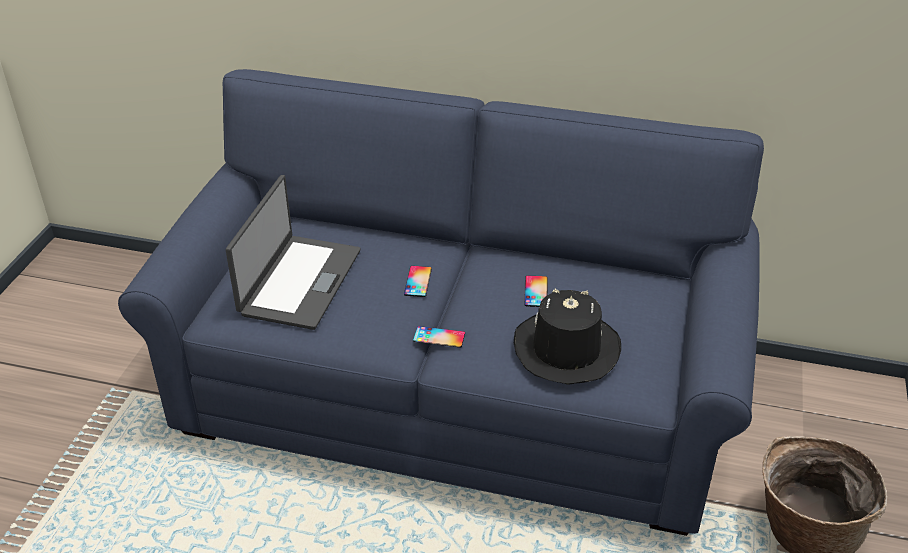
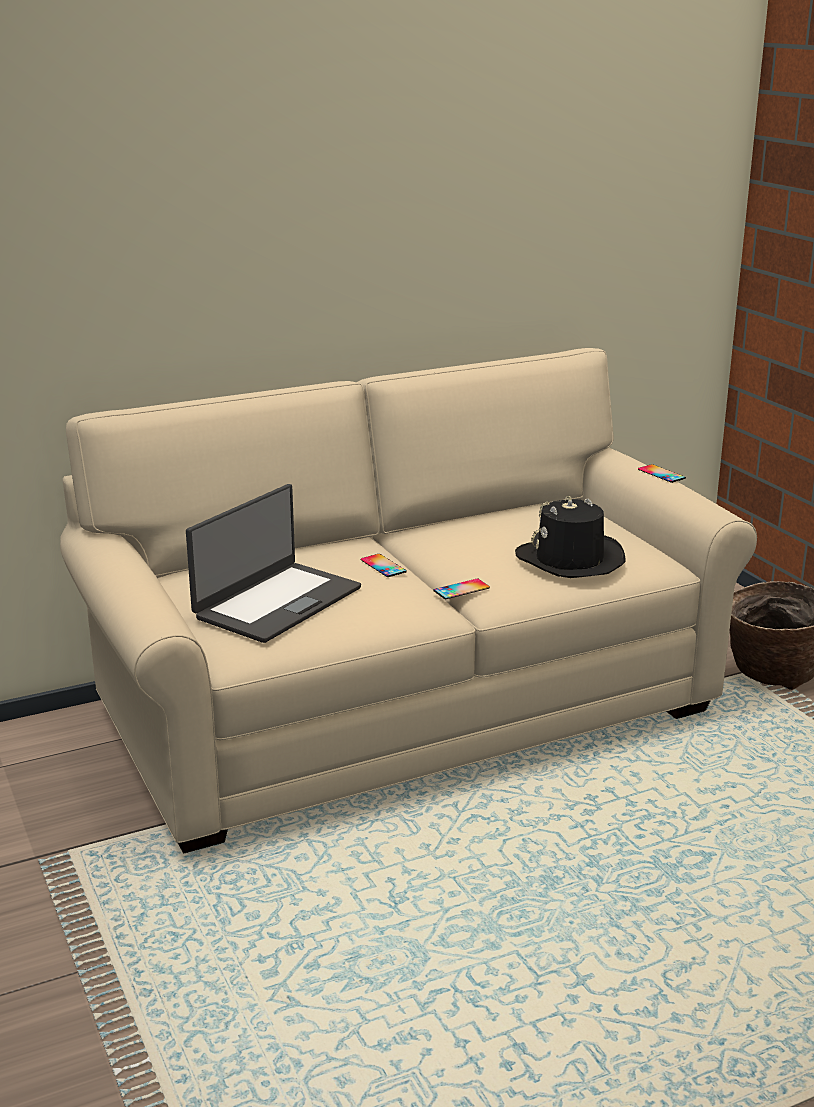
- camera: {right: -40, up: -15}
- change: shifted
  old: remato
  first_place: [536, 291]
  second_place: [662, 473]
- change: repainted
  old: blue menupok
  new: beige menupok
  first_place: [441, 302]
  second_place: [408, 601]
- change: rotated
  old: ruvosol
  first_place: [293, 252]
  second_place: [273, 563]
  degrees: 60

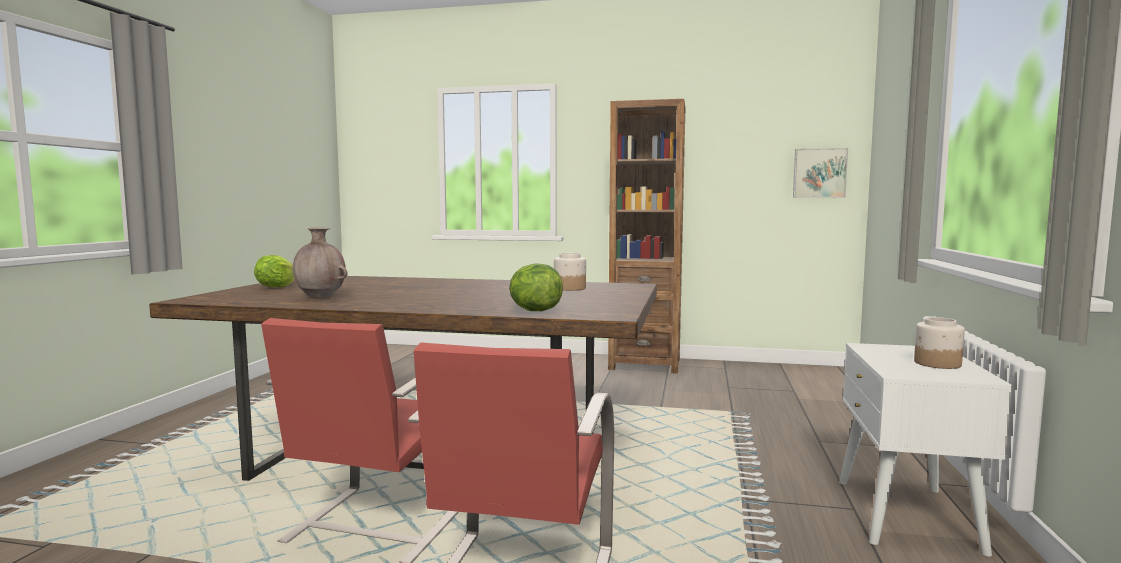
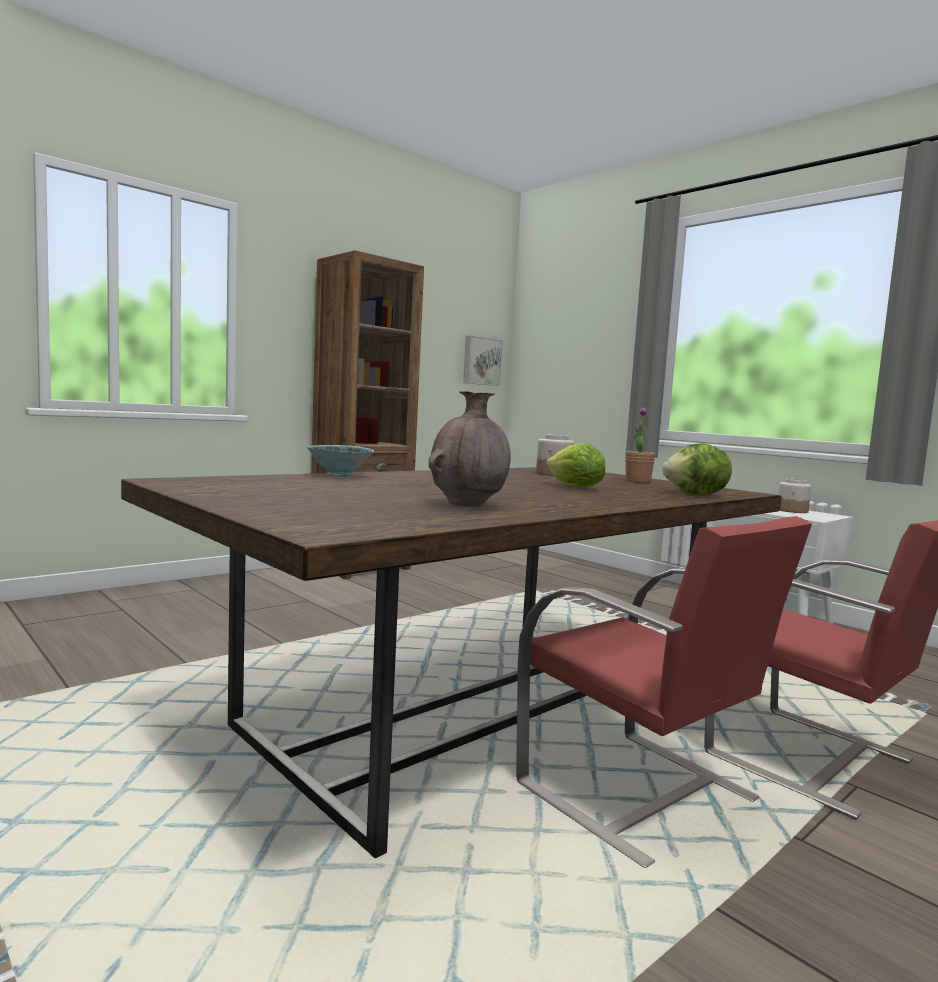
- camera: {right: -55, up: 0}
- change: new
  new: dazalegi
  second_place: [340, 461]
- change: new
  new: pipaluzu
  second_place: [640, 445]
- change: shifted
  old: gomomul
  first_place: [274, 271]
  second_place: [575, 465]

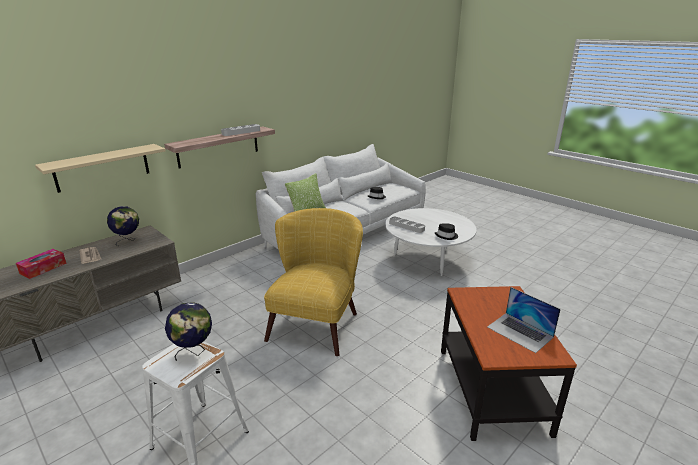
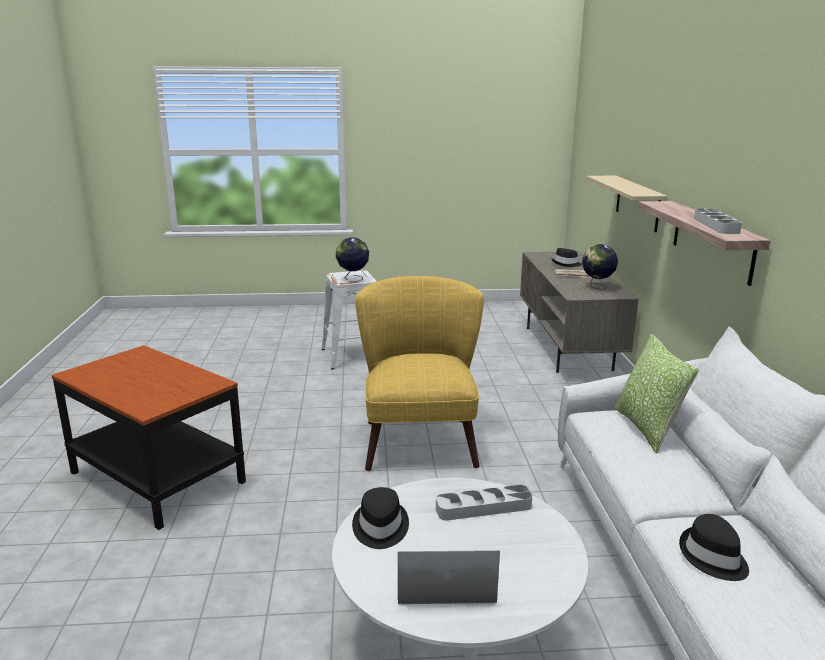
- camera: {right: 130, up: -5}
- change: shifted
  old: ruvosol
  first_place: [524, 320]
  second_place: [449, 577]
- change: swapped
  old: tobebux
  new: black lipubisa
  first_place: [41, 264]
  second_place: [567, 257]
- change: rotated
  old: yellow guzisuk
  first_place: [313, 282]
  second_place: [419, 373]
  degrees: -150

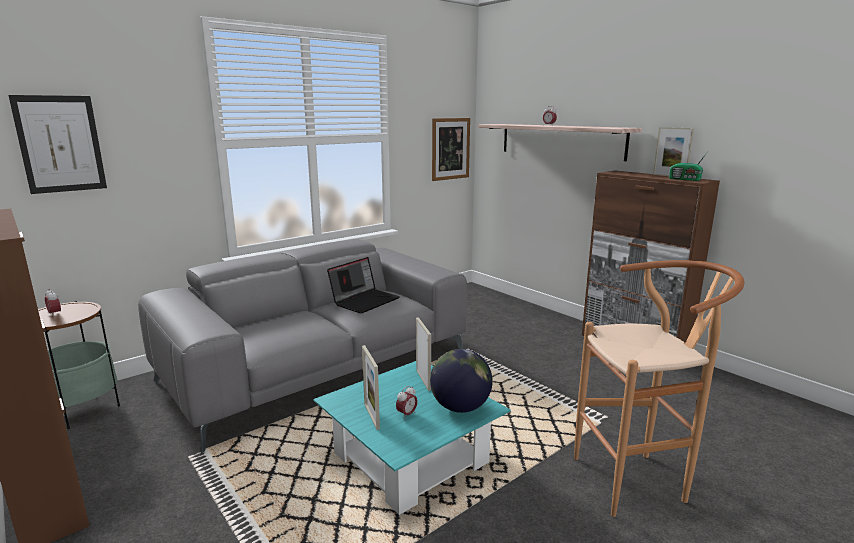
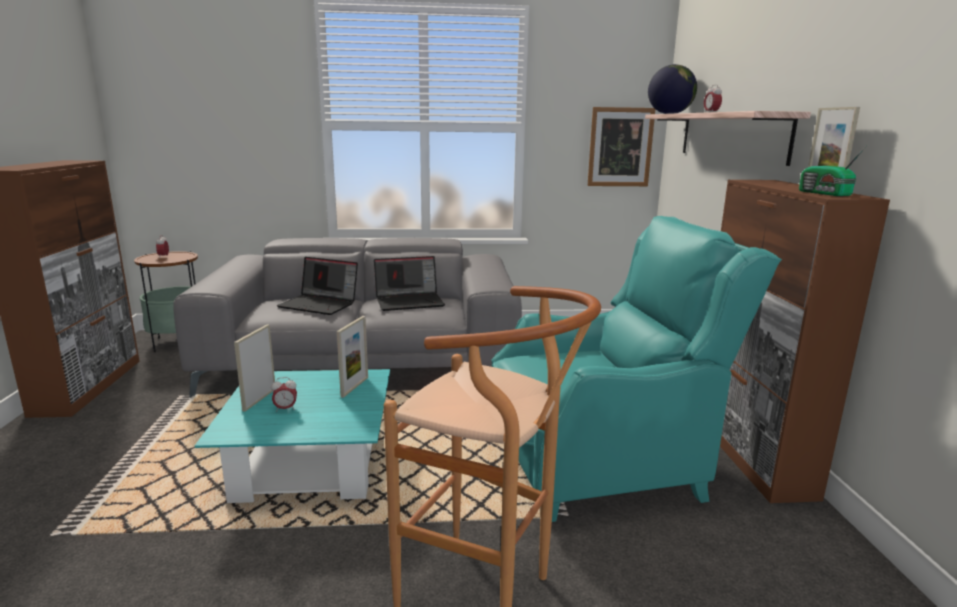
- camera: {right: 35, up: 0}
- change: gone
  old: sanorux
  first_place: [57, 144]
- change: new
  new: ruvosol
  second_place: [317, 286]
- change: new
  new: turquoise guzisuk
  second_place: [636, 369]
- change: shifted
  old: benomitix
  first_place: [461, 381]
  second_place: [672, 89]

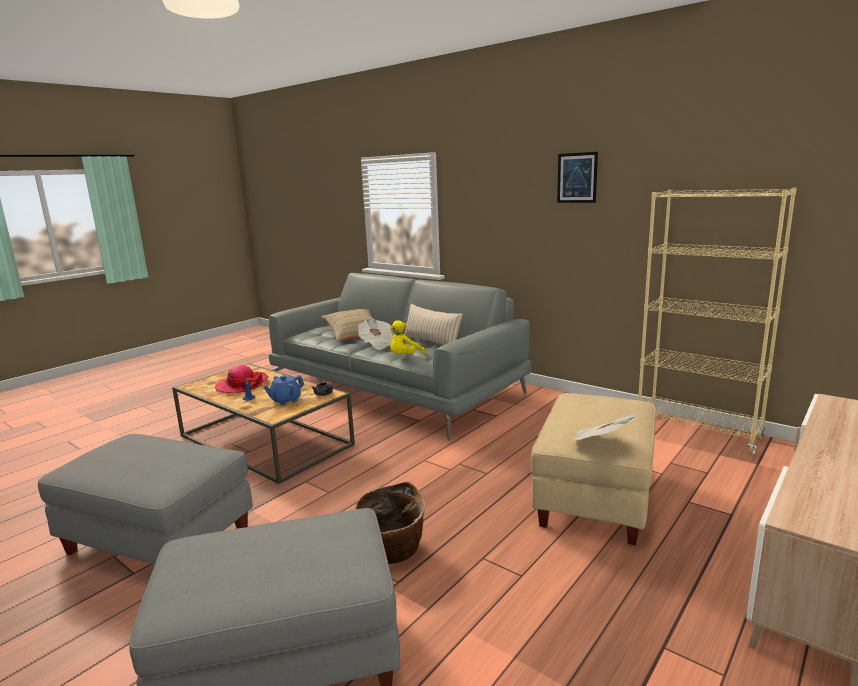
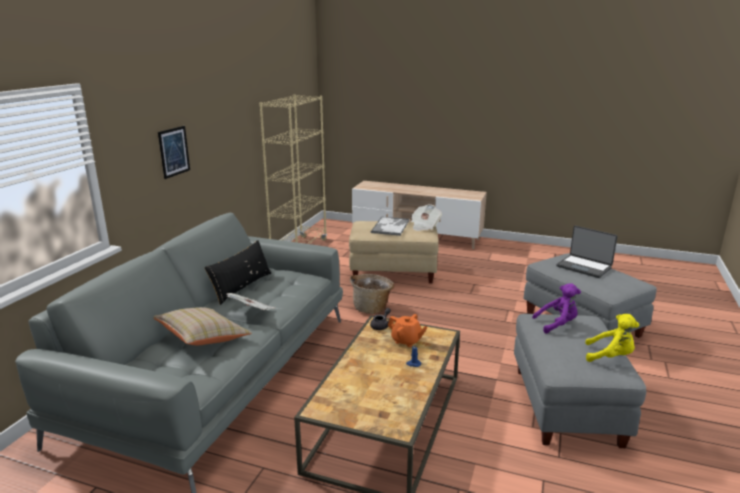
- camera: {right: -110, up: 5}
- change: gone
  old: lipubisa
  first_place: [242, 379]
- change: new
  new: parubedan
  second_place: [390, 226]
- change: new
  new: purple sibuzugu
  second_place: [556, 308]
- change: new
  new: ruvosol
  second_place: [587, 252]
- change: shifted
  old: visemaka
  first_place: [390, 523]
  second_place: [372, 294]
- change: shifted
  old: yellow sibuzugu
  first_place: [407, 337]
  second_place: [612, 338]
- change: shifted
  old: sanorux
  first_place: [577, 177]
  second_place: [174, 152]
- change: repainted
  old: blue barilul
  new: orange barilul
  first_place: [283, 390]
  second_place: [408, 330]
- change: repainted
  old: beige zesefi
  new: black zesefi
  first_place: [433, 324]
  second_place: [237, 272]

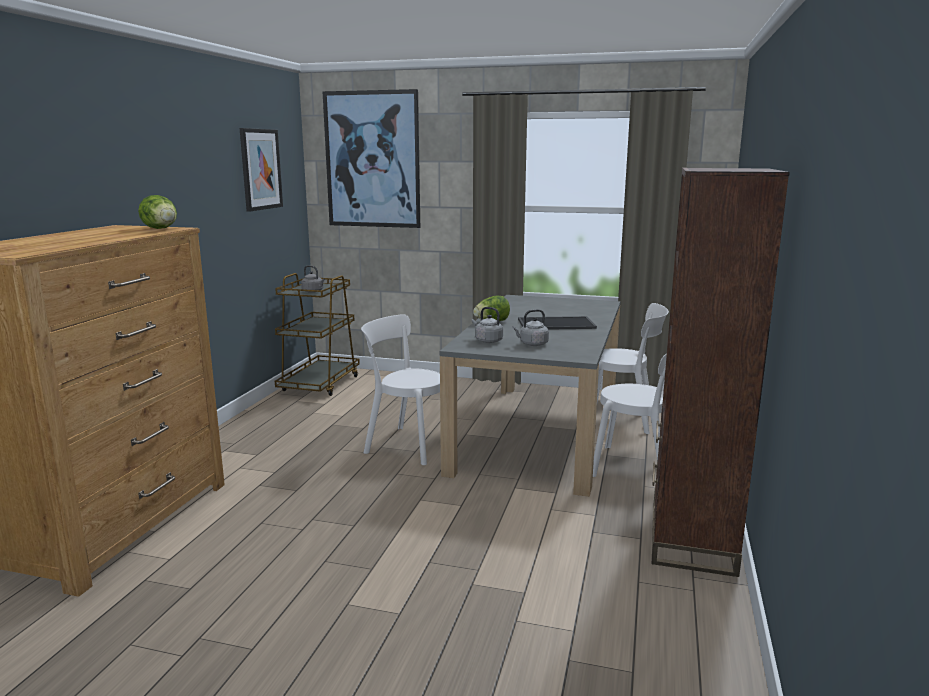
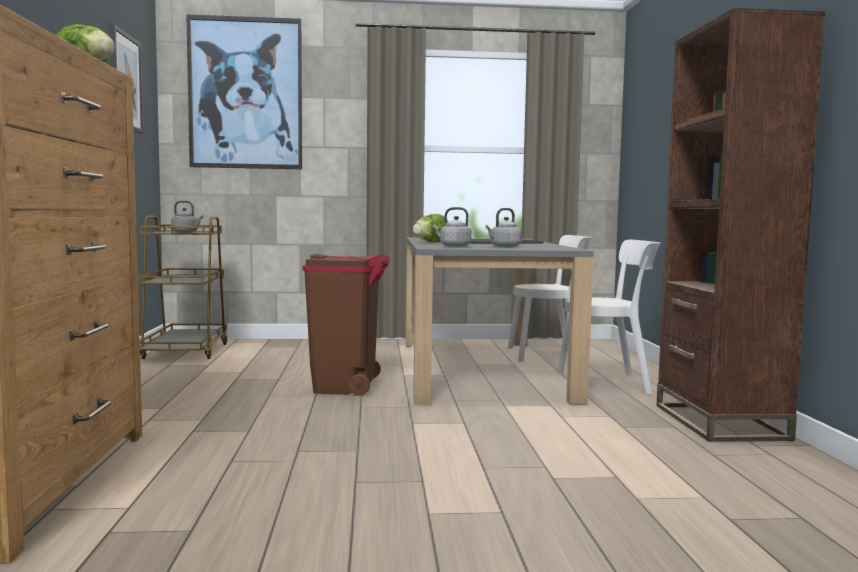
- camera: {right: -20, up: -10}
- change: swapped
  old: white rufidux
  new: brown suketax
  first_place: [400, 389]
  second_place: [346, 325]

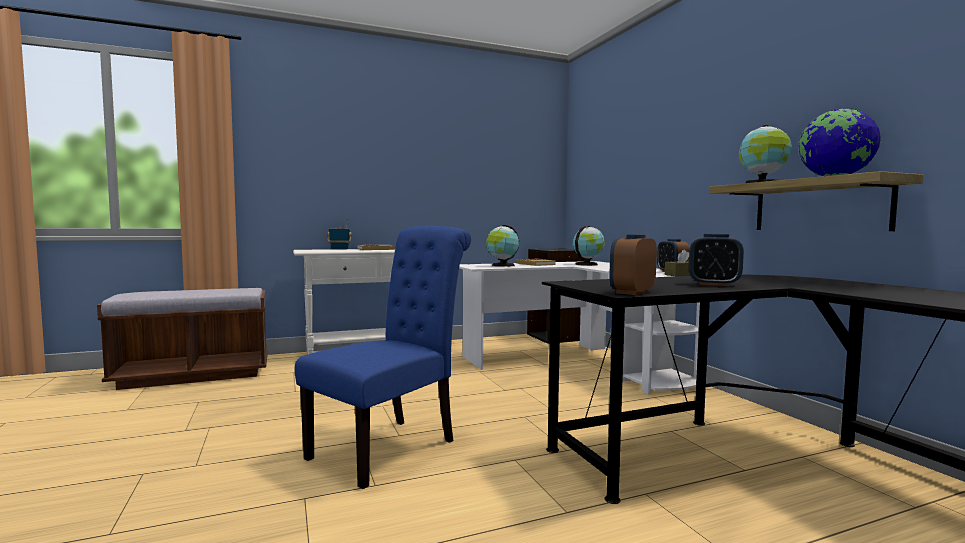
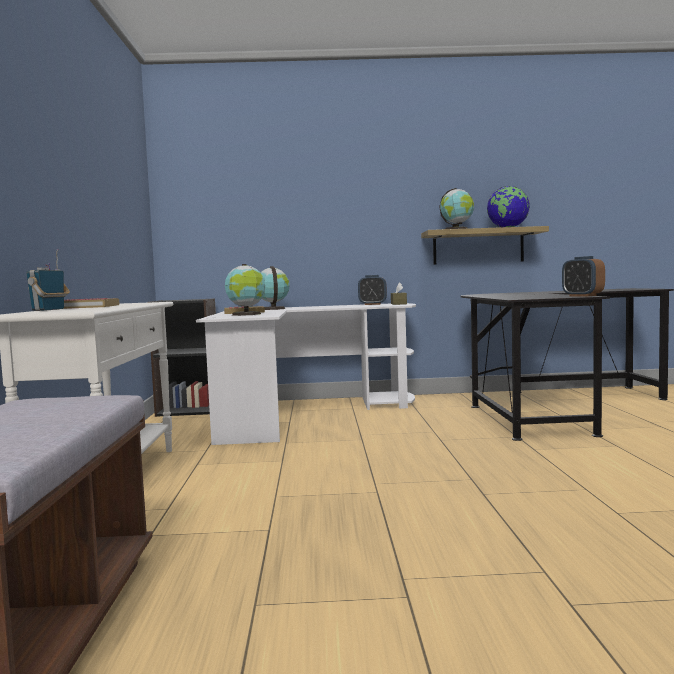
- camera: {right: -70, up: 0}
- change: gone
  old: blue rufidux
  first_place: [383, 357]
- change: gone
  old: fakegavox
  first_place: [716, 260]

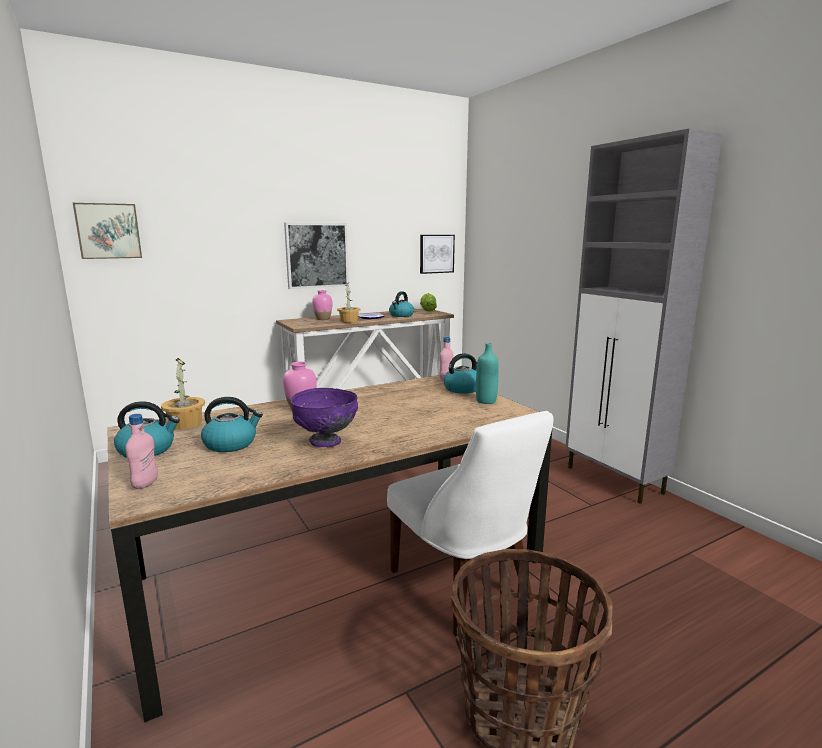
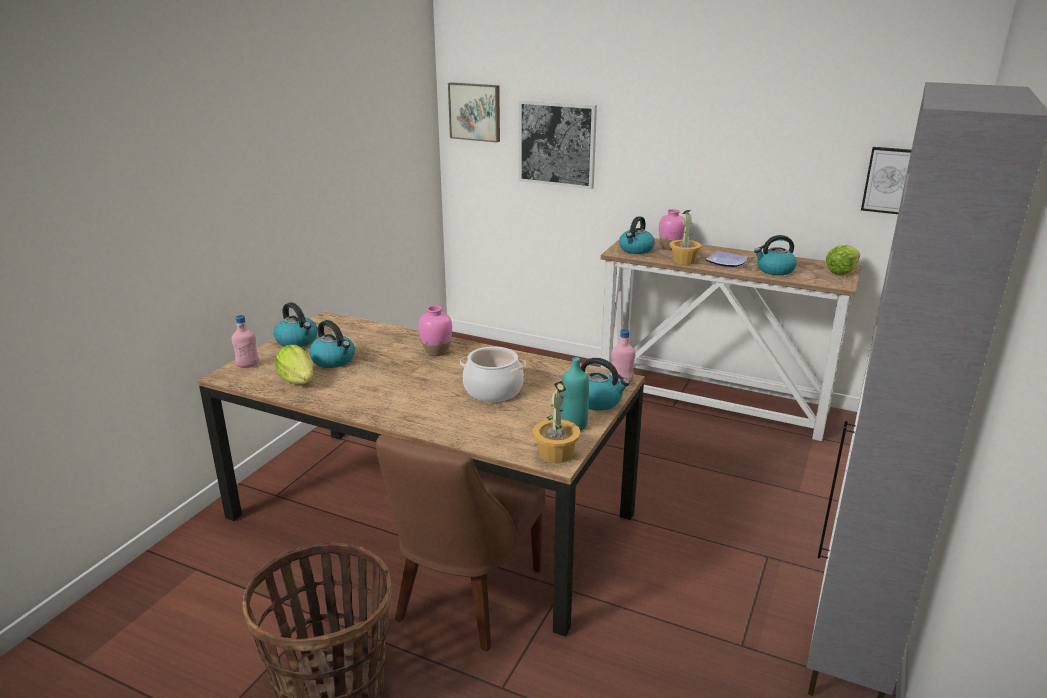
- camera: {right: 55, up: 10}
- change: gone
  old: purple dazalegi
  first_place: [324, 417]
- change: new
  new: gomomul
  second_place: [294, 364]
- change: new
  new: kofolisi
  second_place: [493, 374]
- change: new
  new: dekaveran
  second_place: [637, 235]
- change: shifted
  old: pipaluzu
  first_place: [183, 394]
  second_place: [556, 422]
- change: shifted
  old: sanorux
  first_place: [316, 255]
  second_place: [558, 144]
- change: repainted
  old: white rufidux
  new: brown rufidux
  first_place: [470, 524]
  second_place: [461, 543]

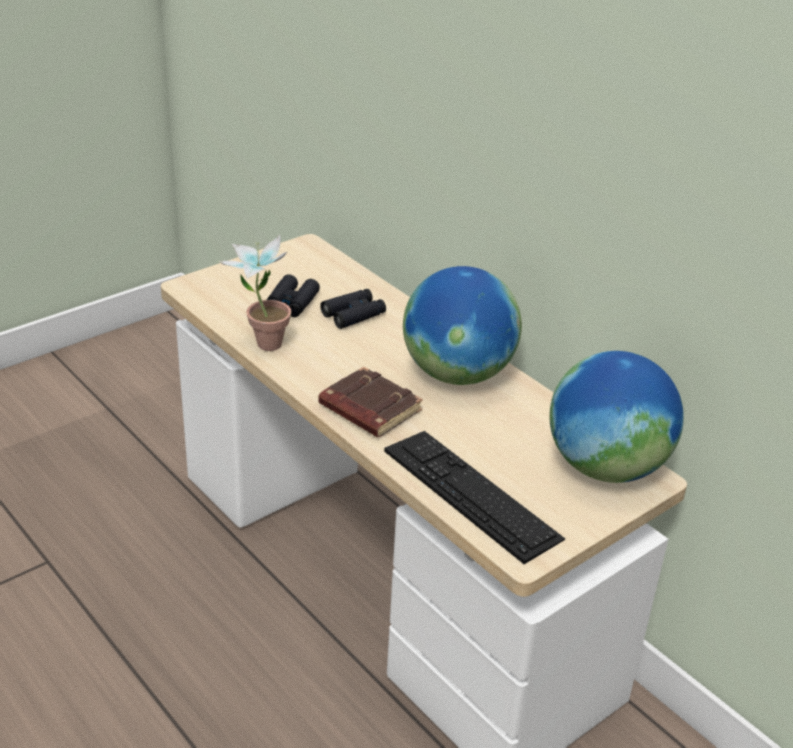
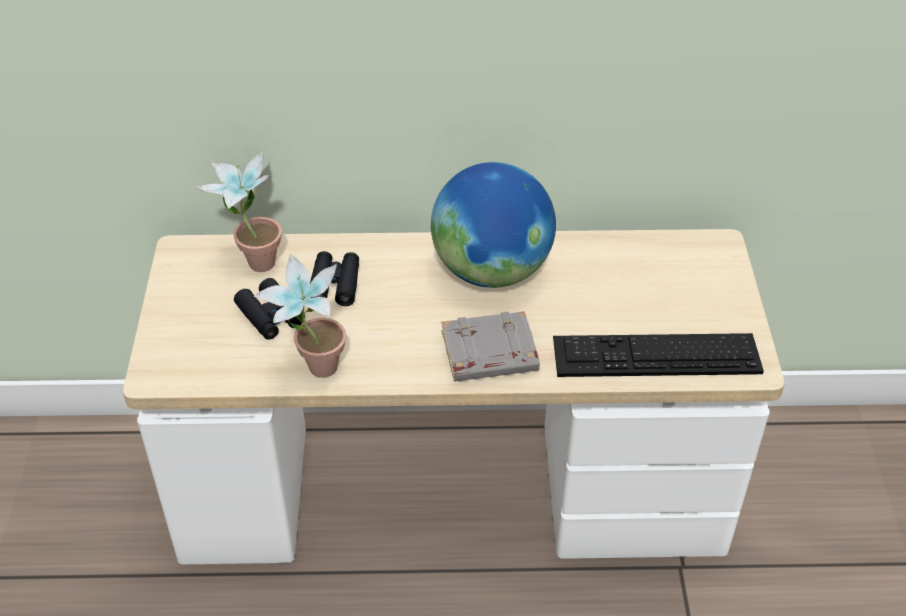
- camera: {right: -50, up: 10}
- change: gone
  old: benomitix
  first_place: [616, 417]
- change: new
  new: pipaluzu
  second_place: [239, 211]
- change: repainted
  old: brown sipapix
  new: grey sipapix
  first_place: [371, 402]
  second_place: [491, 346]

